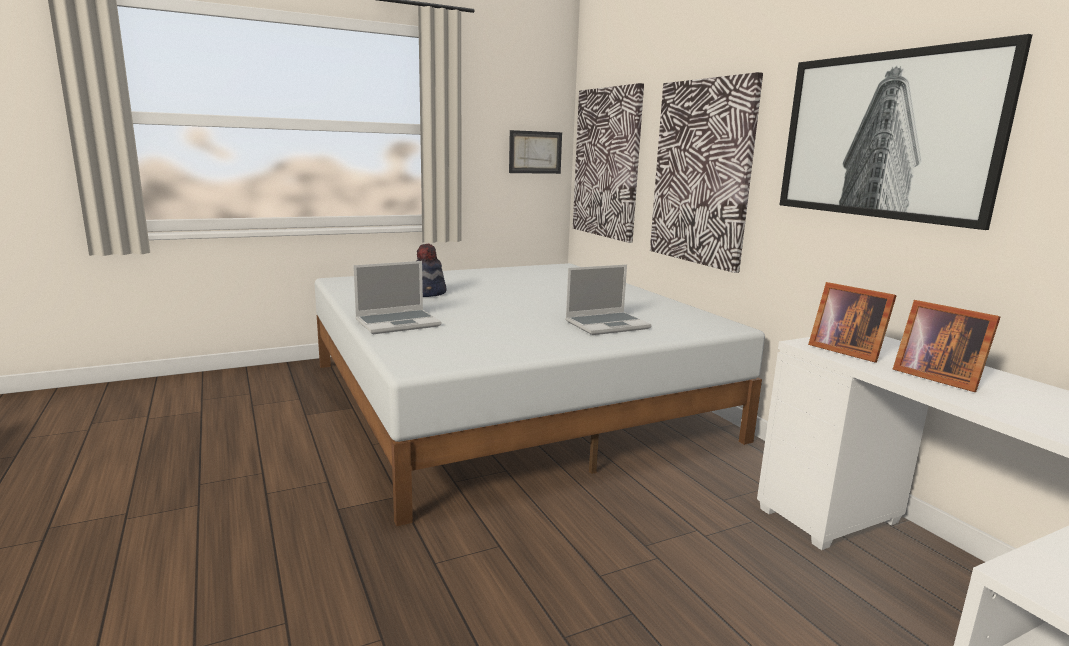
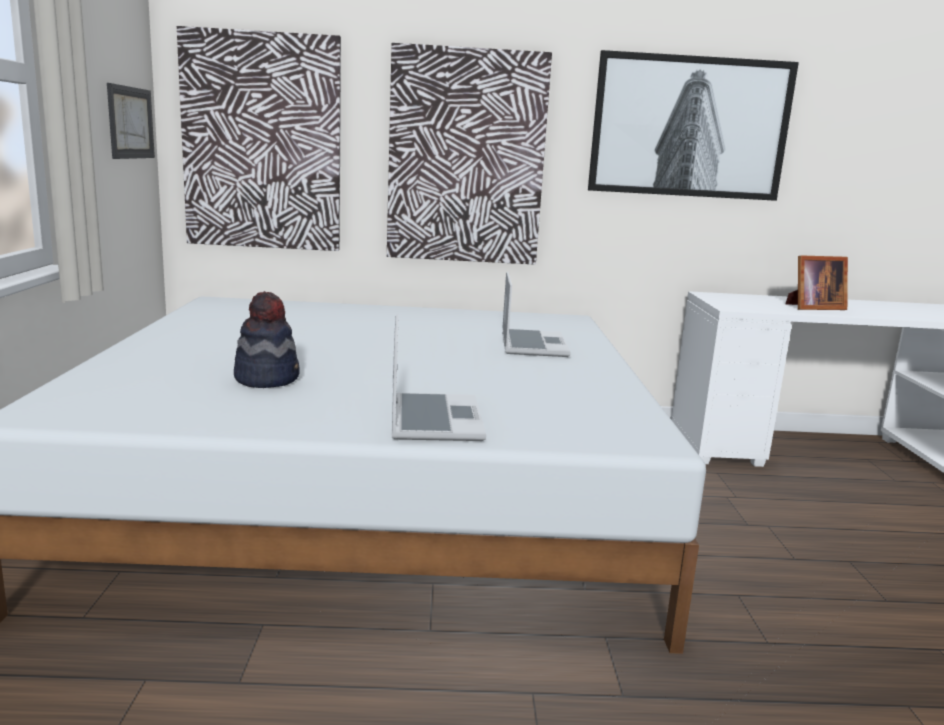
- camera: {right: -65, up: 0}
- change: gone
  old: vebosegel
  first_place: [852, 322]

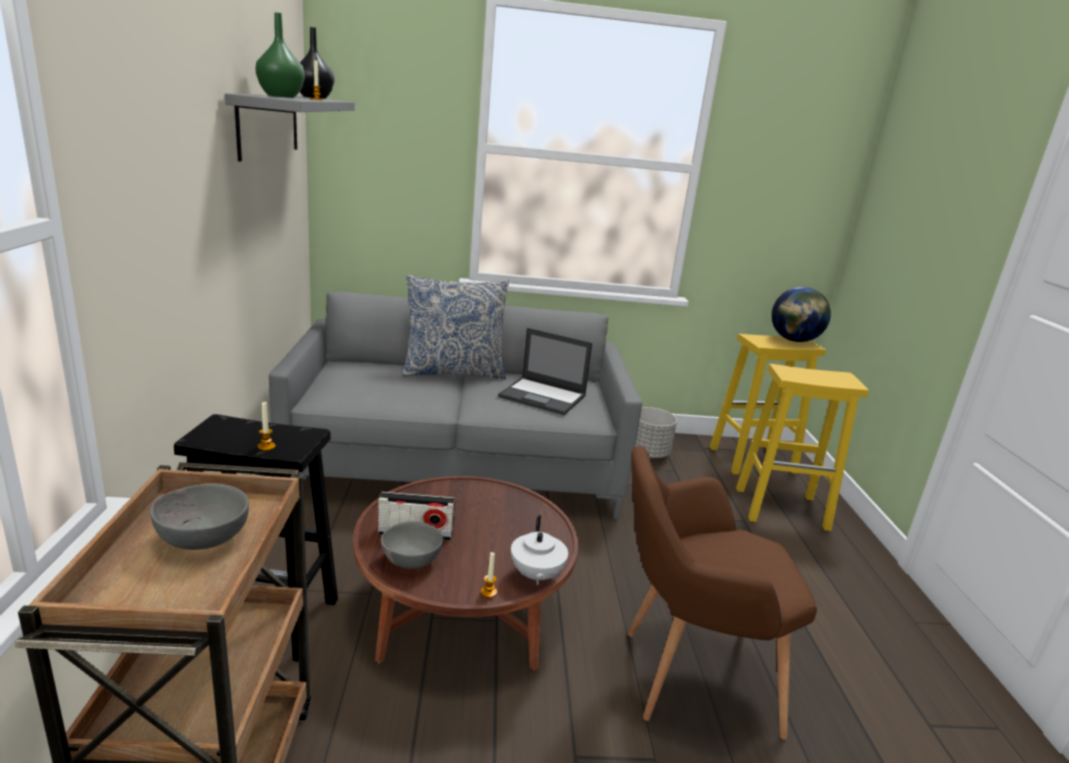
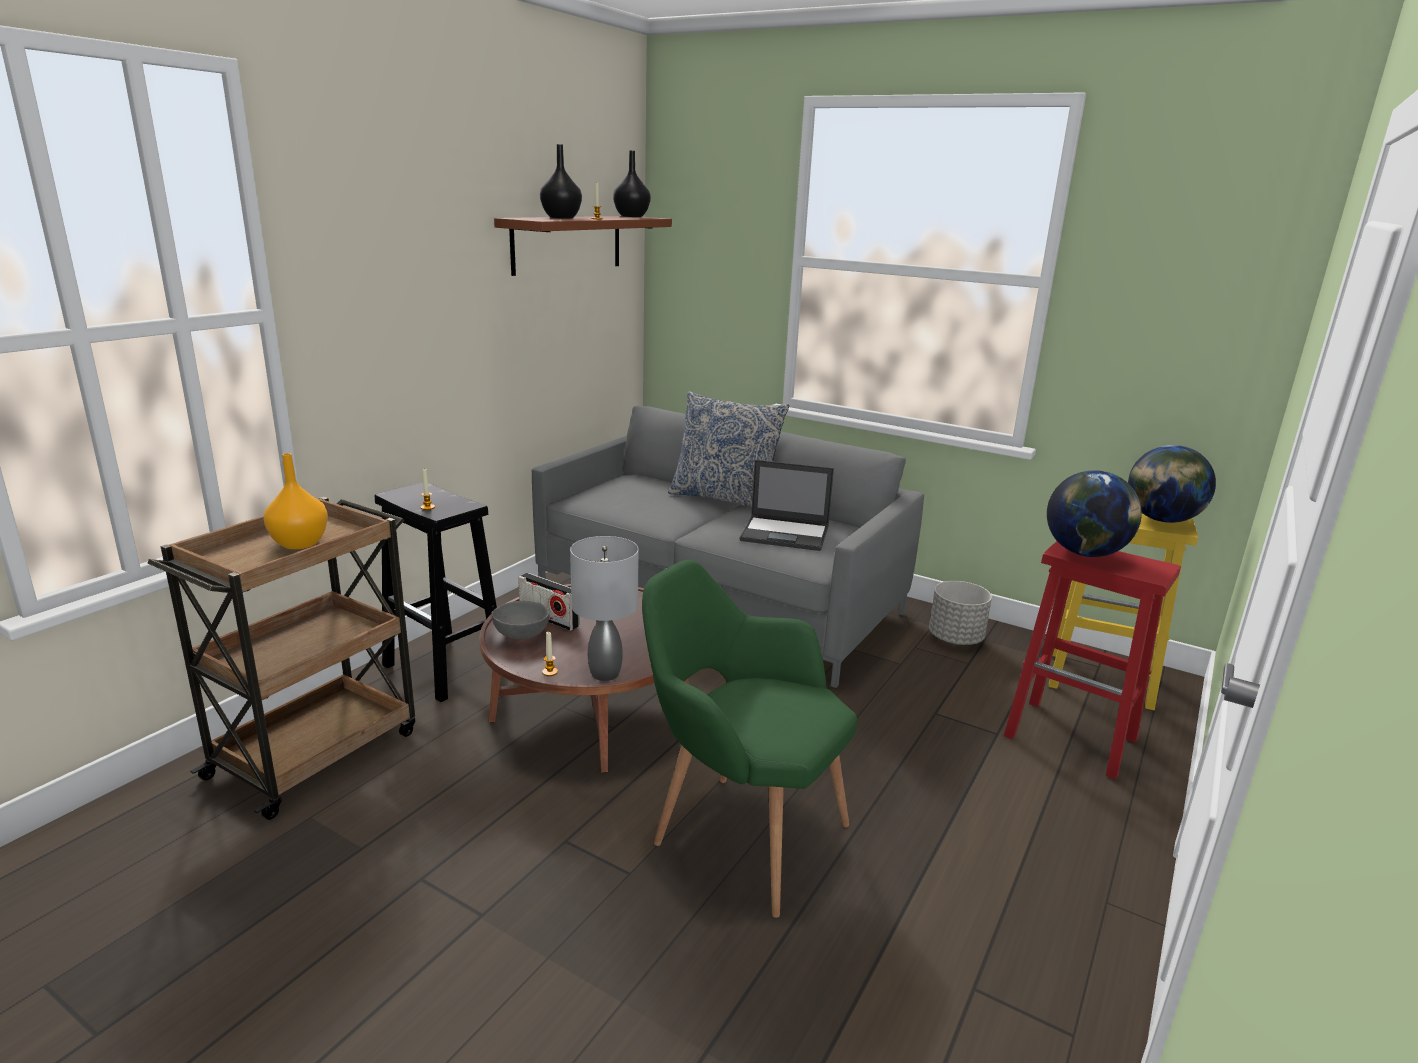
- camera: {right: 35, up: 0}
- change: new
  new: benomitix
  second_place: [1094, 513]
- change: swapped
  old: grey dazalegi
  new: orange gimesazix
  first_place: [199, 516]
  second_place: [296, 501]
- change: swapped
  old: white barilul
  new: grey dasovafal
  first_place: [539, 550]
  second_place: [604, 608]
- change: repainted
  old: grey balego
  new: brown balego
  first_place: [290, 127]
  second_place: [583, 246]
- change: repainted
  old: green gimesazix
  new: black gimesazix
  first_place: [280, 55]
  second_place: [561, 181]
- change: repainted
  old: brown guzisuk
  new: green guzisuk
  first_place: [722, 593]
  second_place: [749, 739]
- change: repainted
  old: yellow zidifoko
  new: red zidifoko
  first_place: [802, 447]
  second_place: [1092, 660]
- change: rotated
  old: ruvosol
  first_place: [545, 371]
  second_place: [787, 505]
  degrees: -45

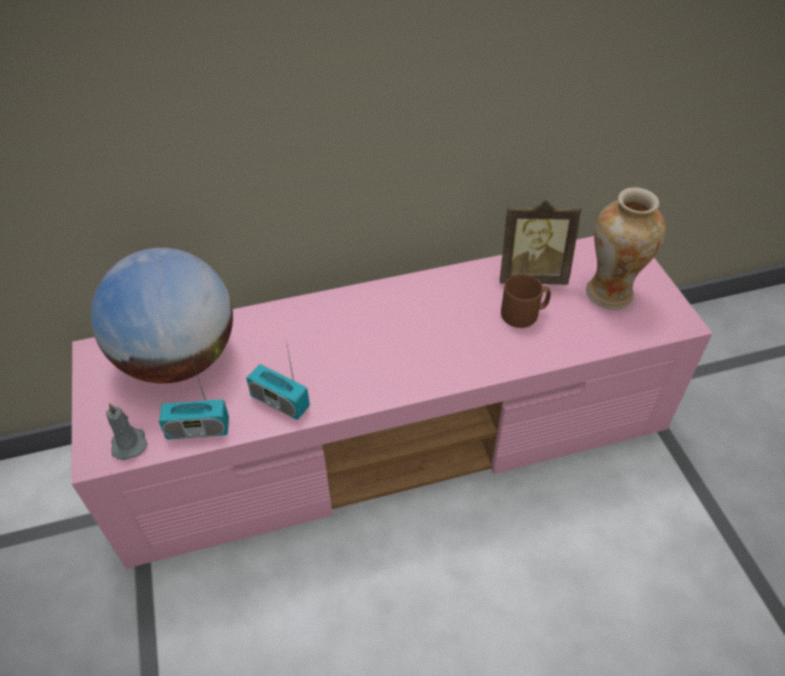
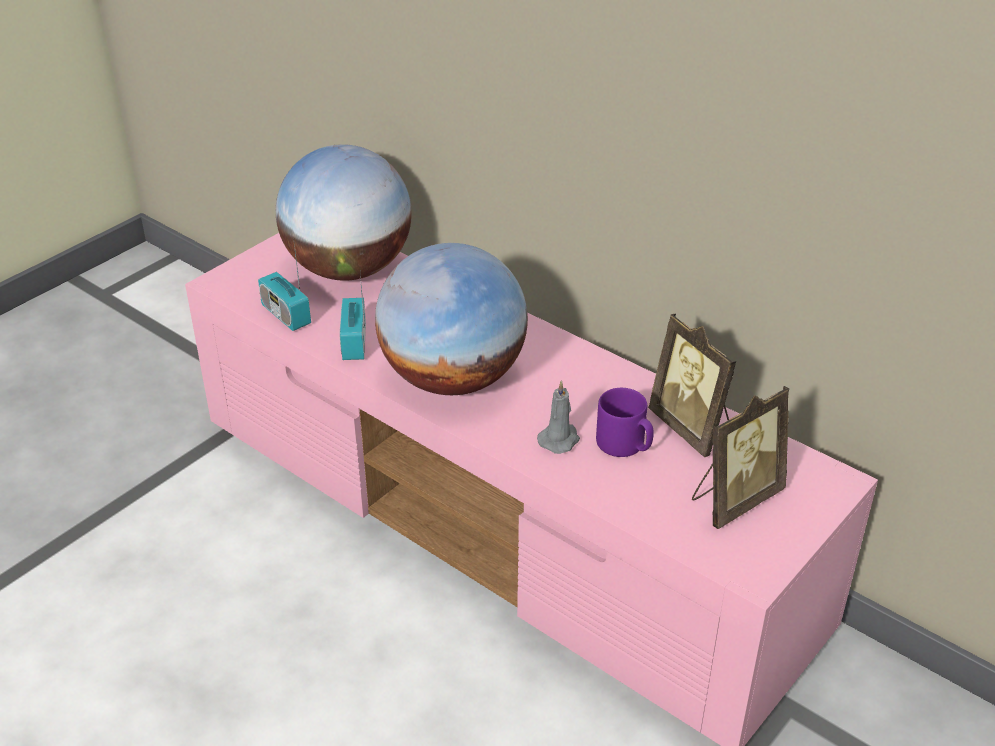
- camera: {right: 55, up: -10}
- change: new
  new: benomitix
  second_place: [451, 319]
- change: shifted
  old: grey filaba
  first_place: [127, 431]
  second_place: [558, 417]
- change: swapped
  old: gimesazix
  new: vebosegel
  first_place: [626, 248]
  second_place: [740, 457]
- change: repainted
  old: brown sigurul
  new: purple sigurul
  first_place: [526, 301]
  second_place: [625, 422]

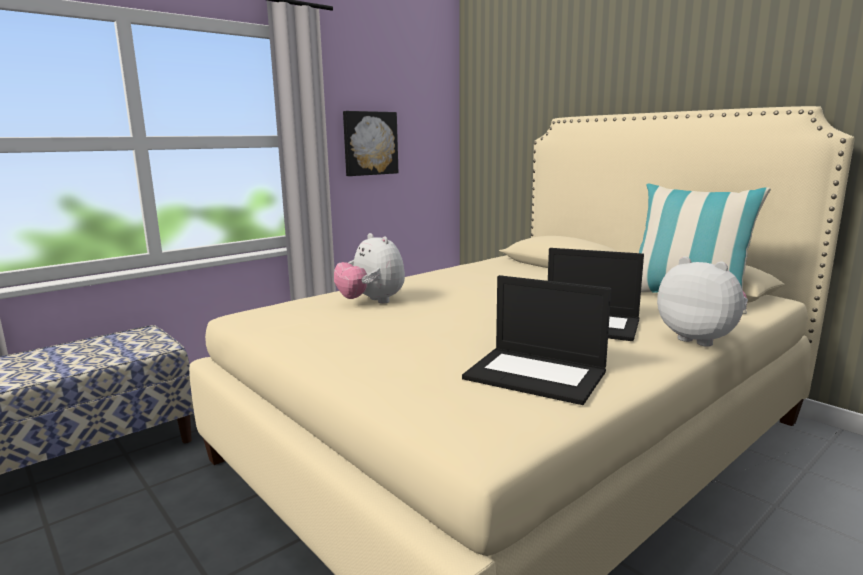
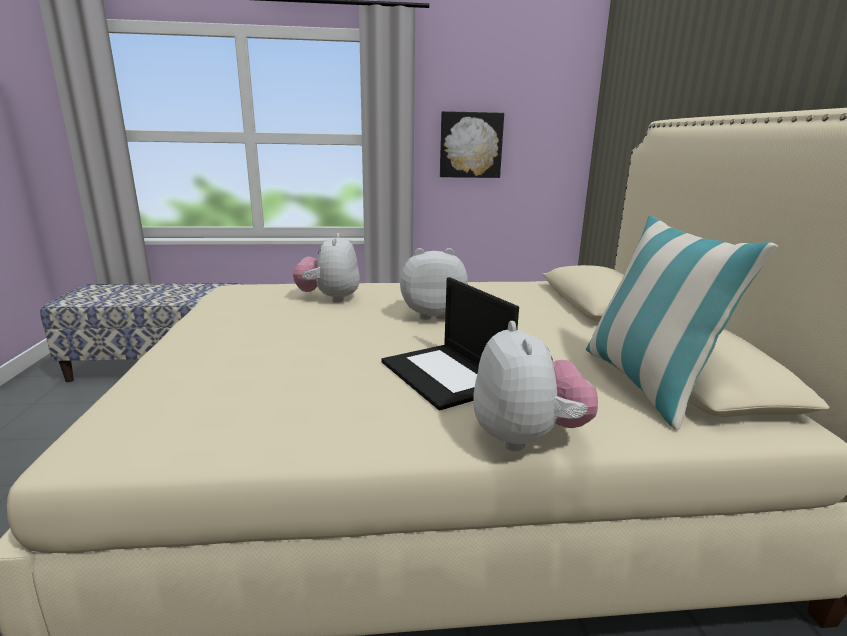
- camera: {right: 35, up: 5}
- change: gone
  old: ruvosol
  first_place: [536, 340]
- change: new
  new: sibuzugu
  second_place: [434, 284]

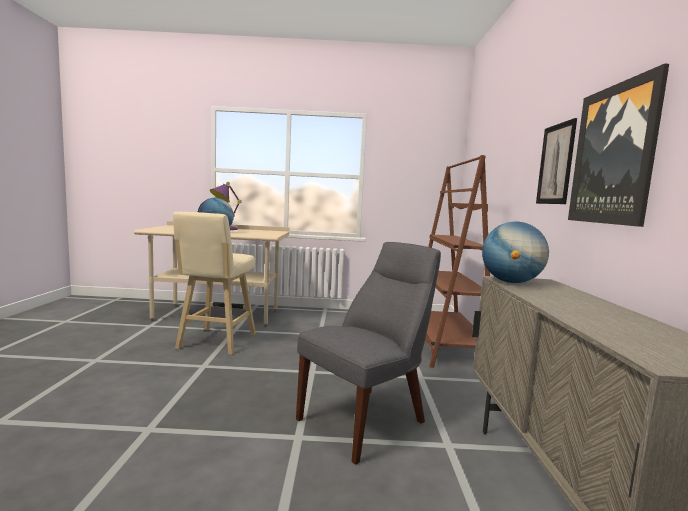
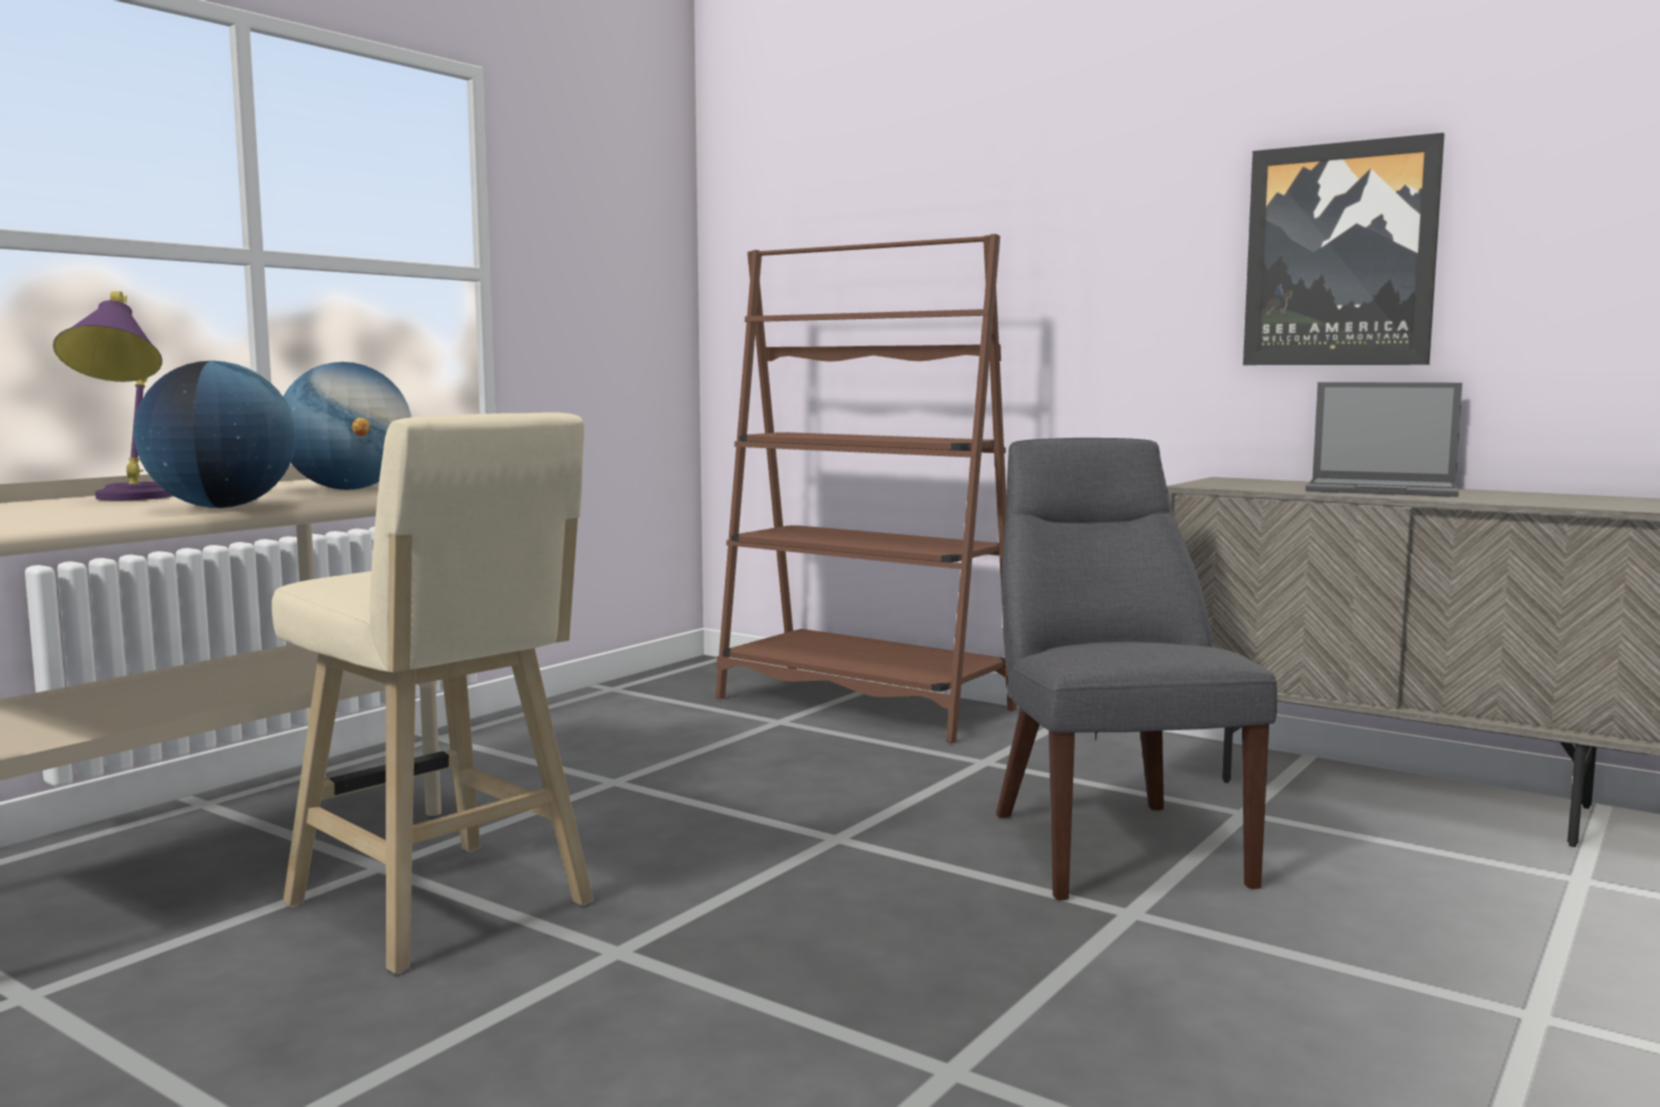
- camera: {right: -55, up: 0}
- change: gone
  old: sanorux
  first_place: [556, 161]
- change: new
  new: ruvosol
  second_place: [1383, 439]
- change: shifted
  old: benomitix
  first_place: [515, 252]
  second_place: [347, 426]

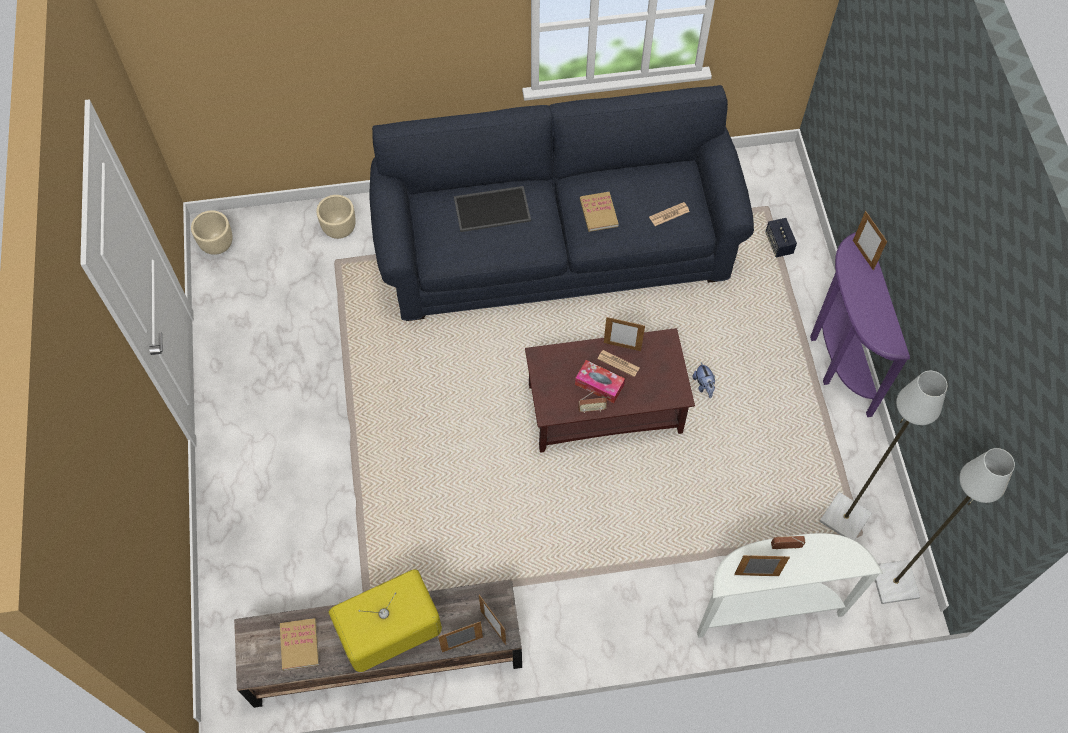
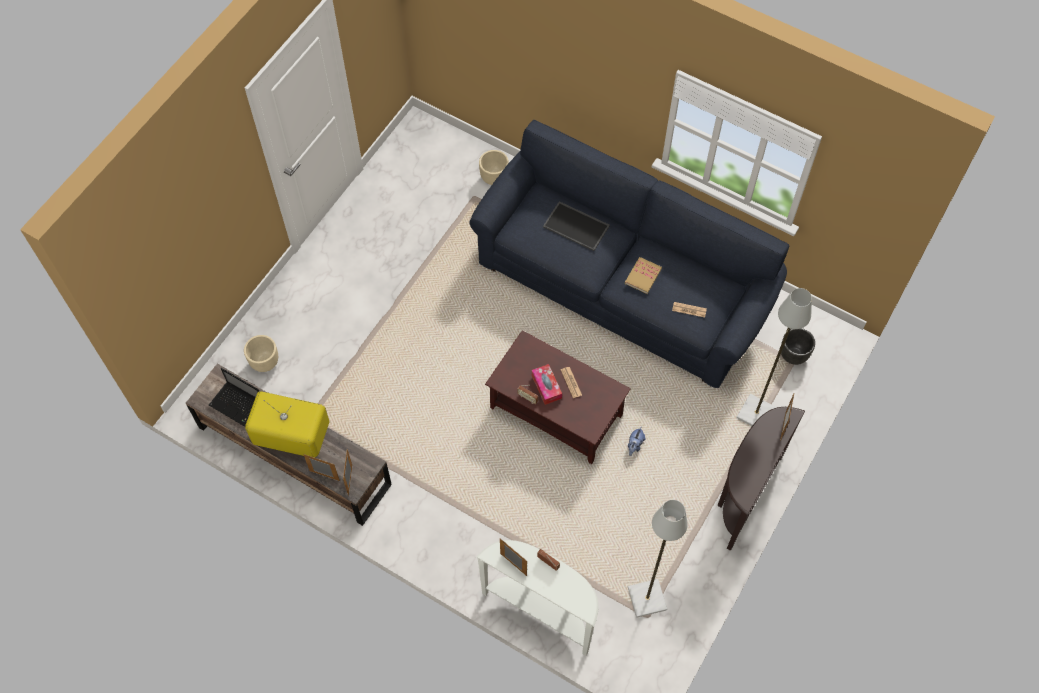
- camera: {right: 40, up: 0}
- change: gone
  old: vebosegel
  first_place: [624, 334]
- change: gone
  old: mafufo
  first_place: [781, 237]
- change: new
  new: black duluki
  second_place: [798, 346]
- change: shifted
  old: beige duluki
  first_place: [212, 232]
  second_place: [261, 353]
- change: shifted
  old: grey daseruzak
  first_place: [945, 526]
  second_place: [774, 357]
- change: swapped
  old: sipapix
  new: ruvosol
  first_place: [299, 644]
  second_place: [234, 397]
- change: repainted
  old: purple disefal
  new: brown disefal
  first_place: [860, 324]
  second_place: [761, 479]

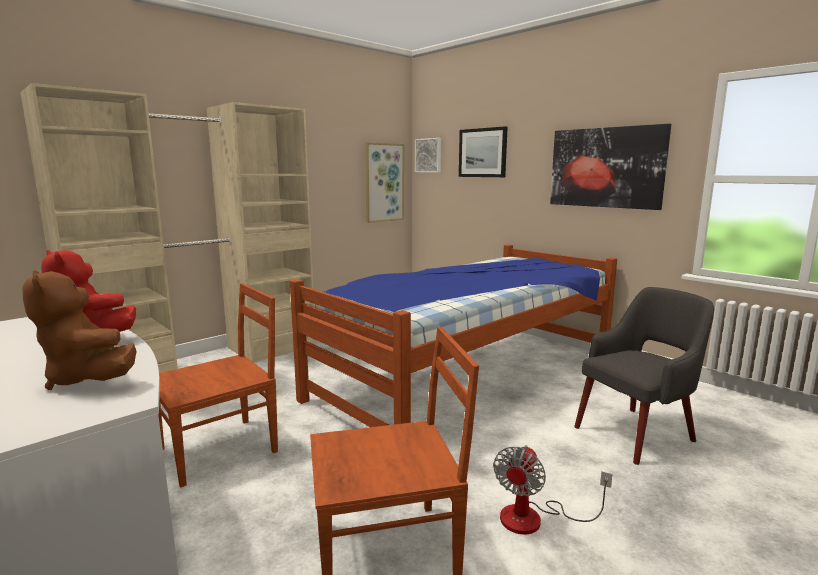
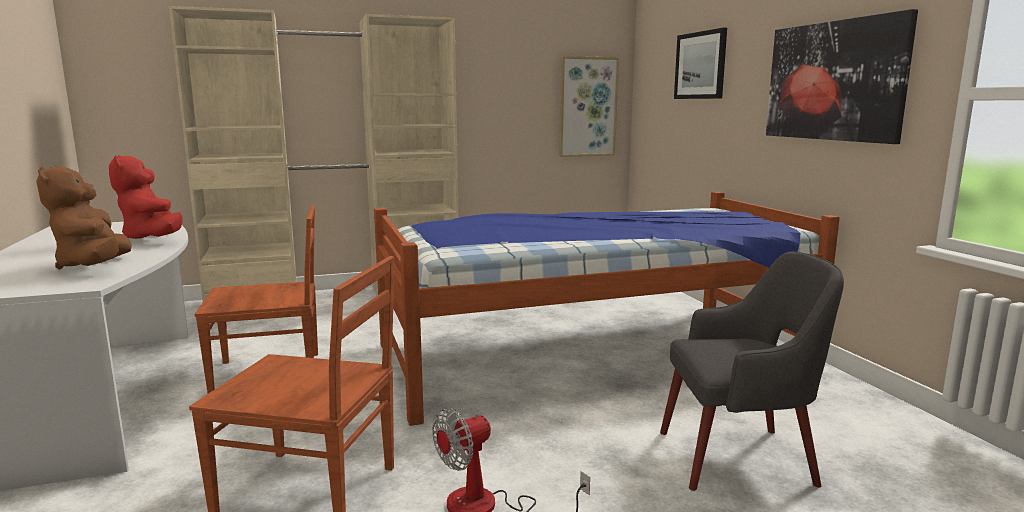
- camera: {right: 25, up: 0}
- change: gone
  old: sanorux
  first_place: [428, 155]

